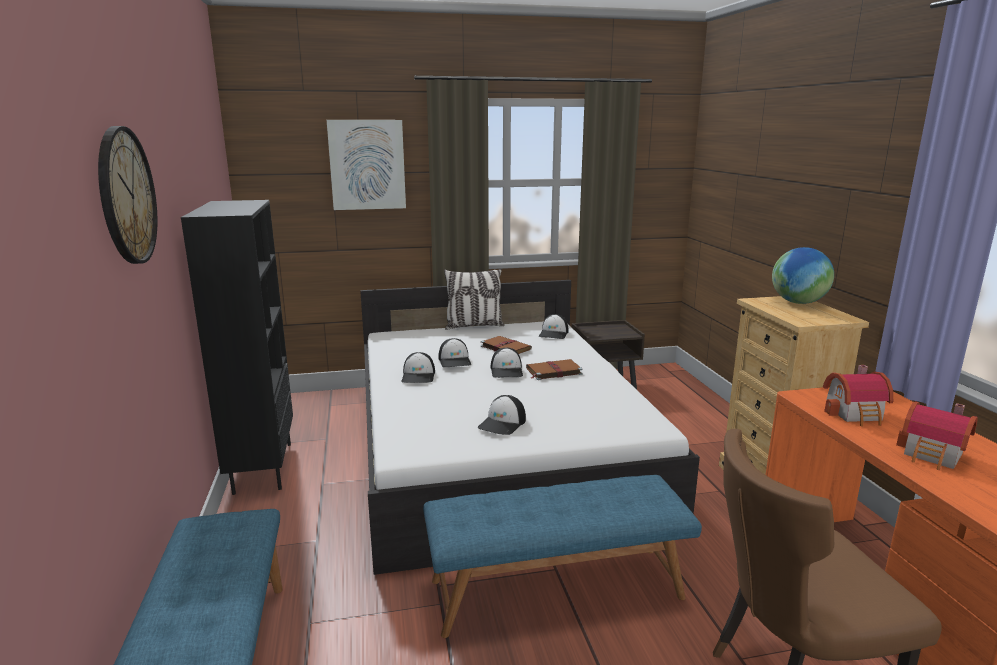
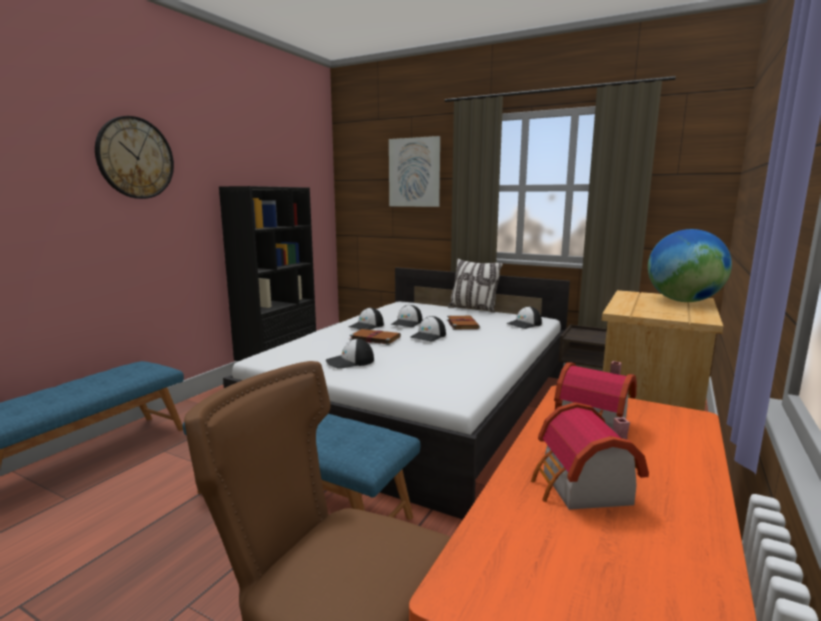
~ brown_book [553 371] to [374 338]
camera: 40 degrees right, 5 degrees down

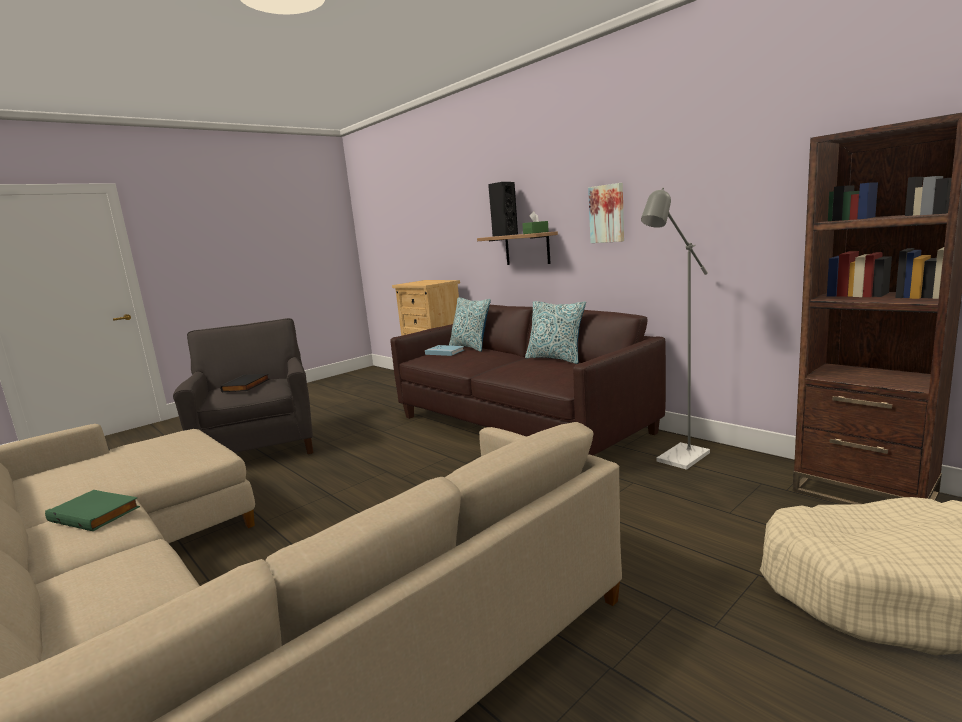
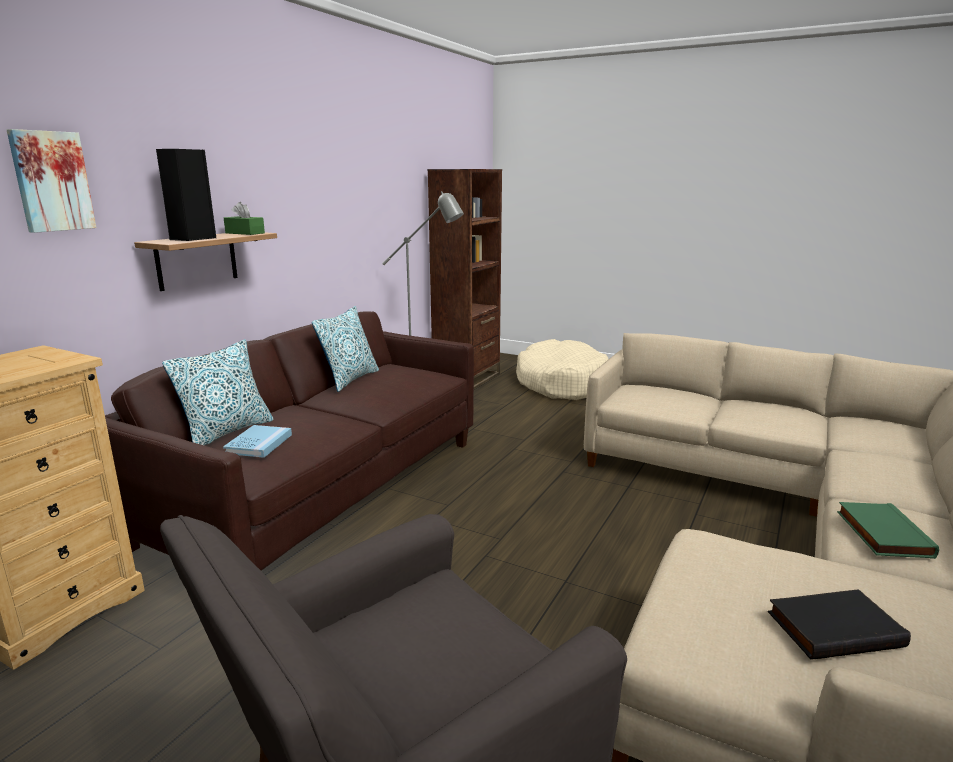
~ black_book [247 385] to [833 627]
~ picture [607 213] to [51 181]
camera: 110 degrees left, 5 degrees up

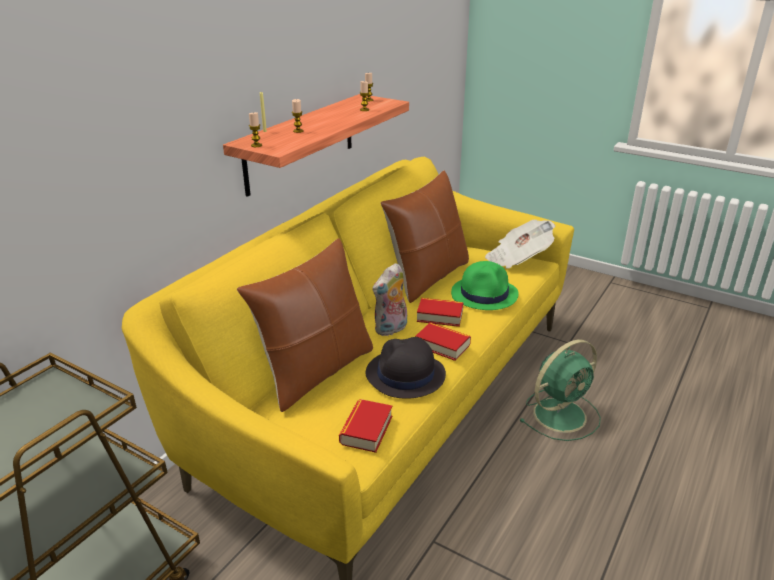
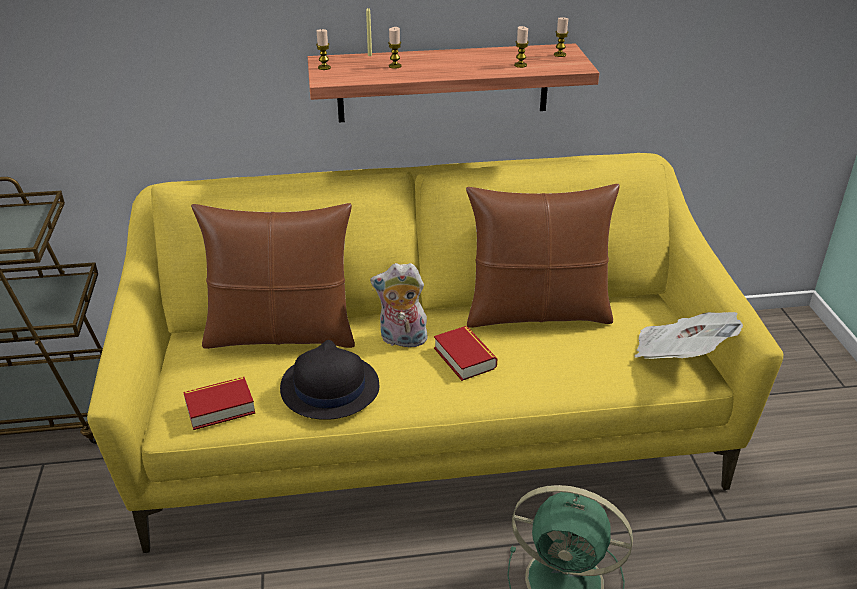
- book [442 345]
- green_hat [485 294]
camera: 50 degrees right, 5 degrees up

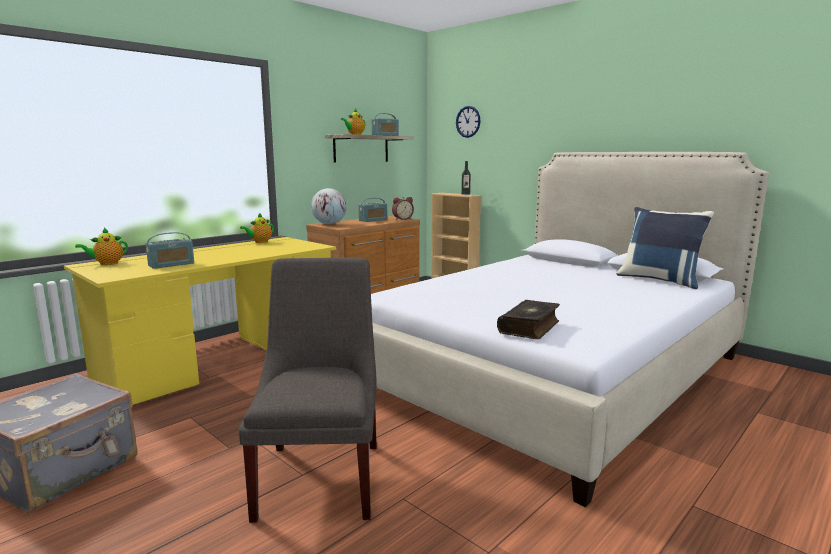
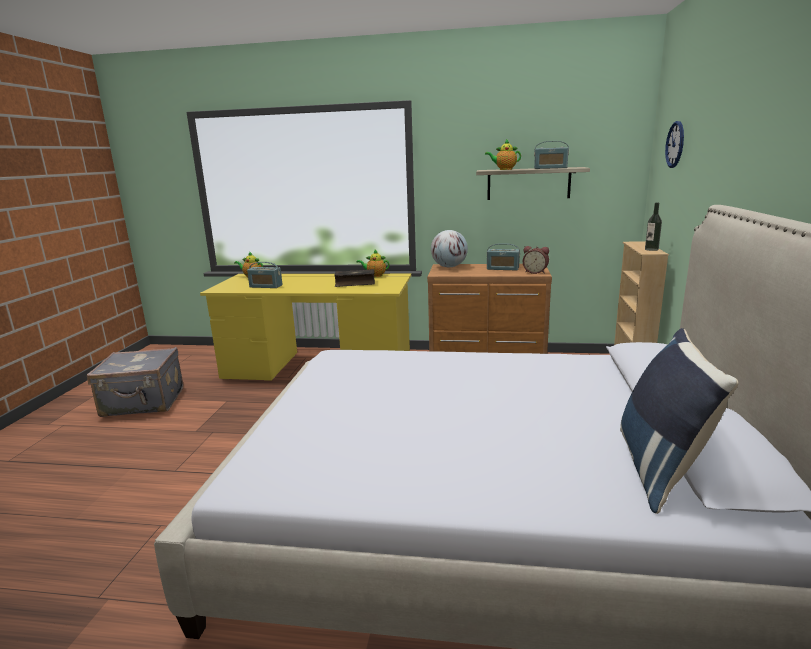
- grey_chair [322 475]
~ book [530 327] to [355 283]
camera: 55 degrees right, 5 degrees up

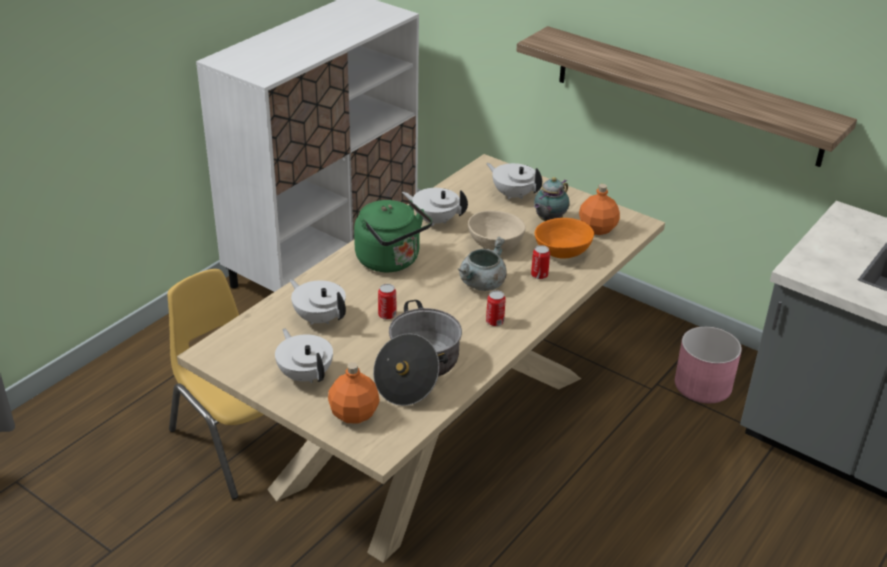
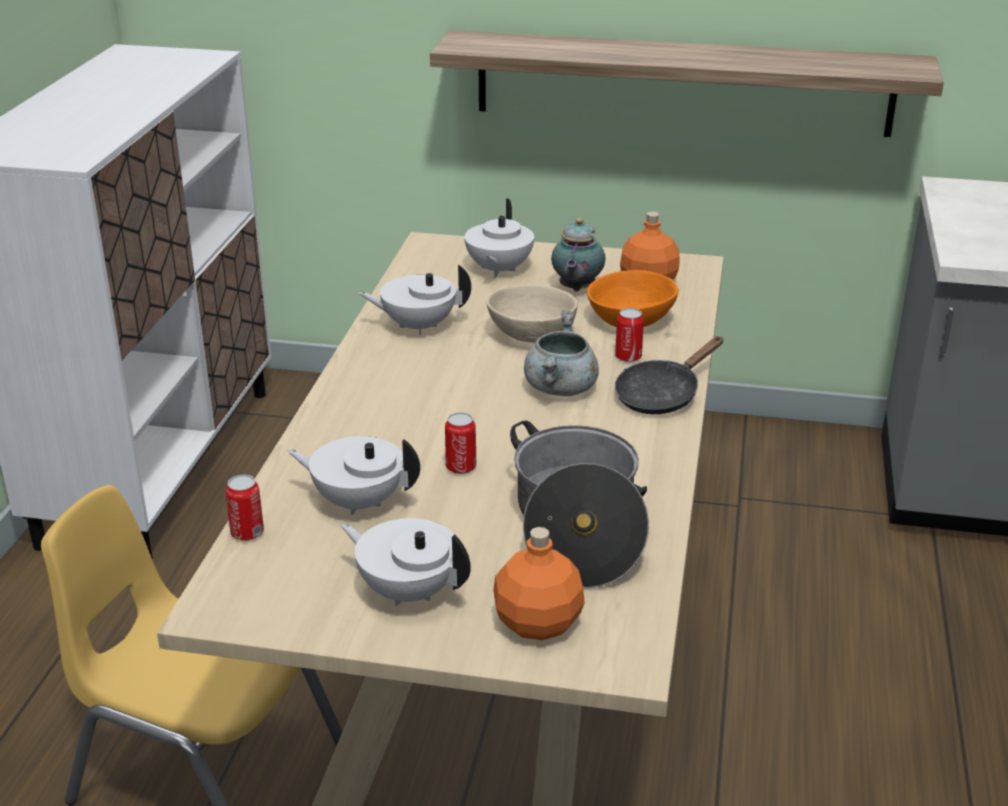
- green_kettle [391 261]
~ white_teapot [513 194] = [498 270] 90 degrees counterclockwise
~ can [495 322] to [247 533]
- pink_planter [703 384]
+ black_frying_pan [662 395]
camera: 25 degrees left, 5 degrees down

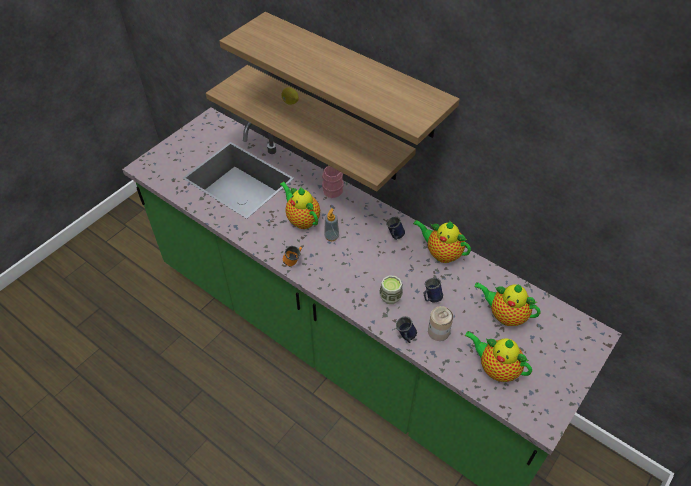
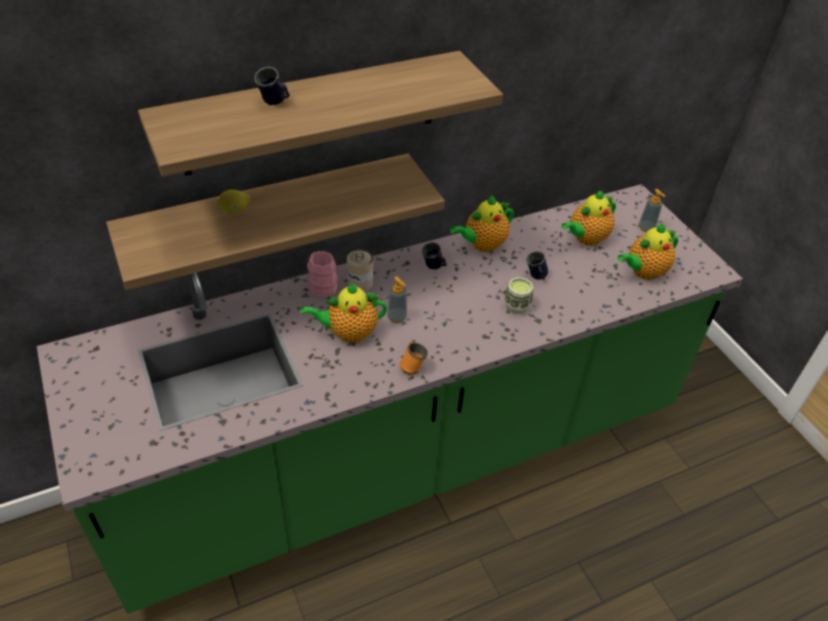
~ blue_mug [405 337] to [275 103]
~ can [438 331] to [360 283]
+ soap_dispenser [646 228]
camera: 65 degrees left, 5 degrees down

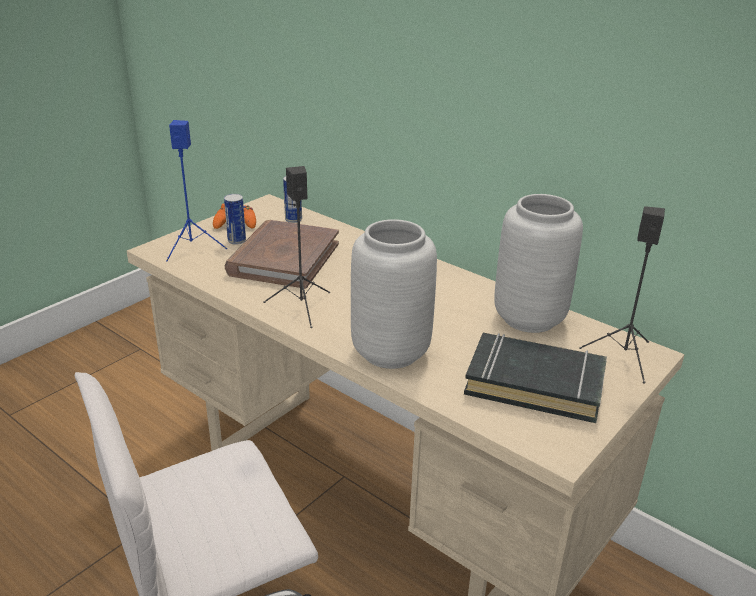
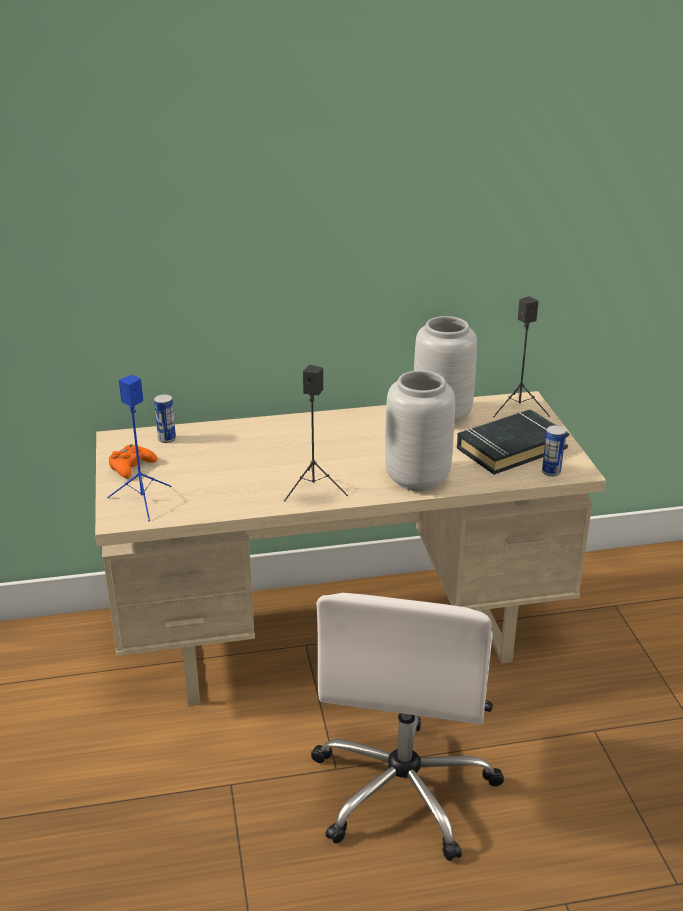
~ can [237 240] to [551 472]
- brown_book [284 258]
camera: 50 degrees left, 0 degrees up

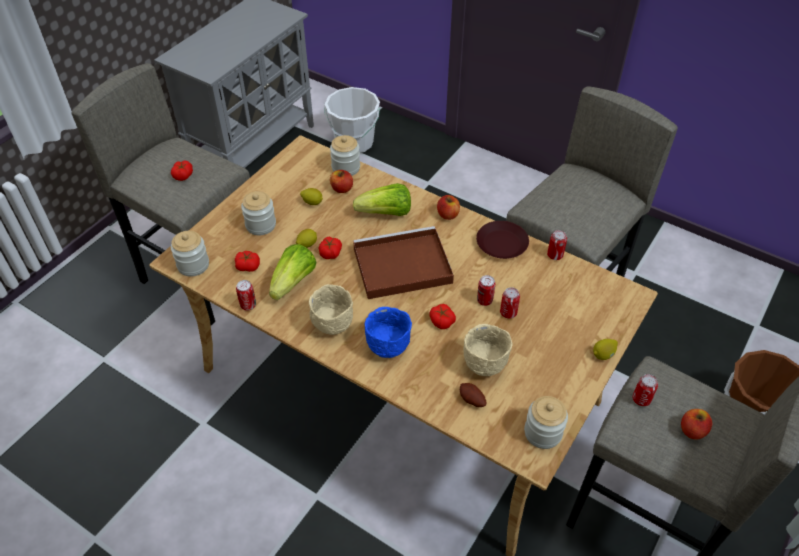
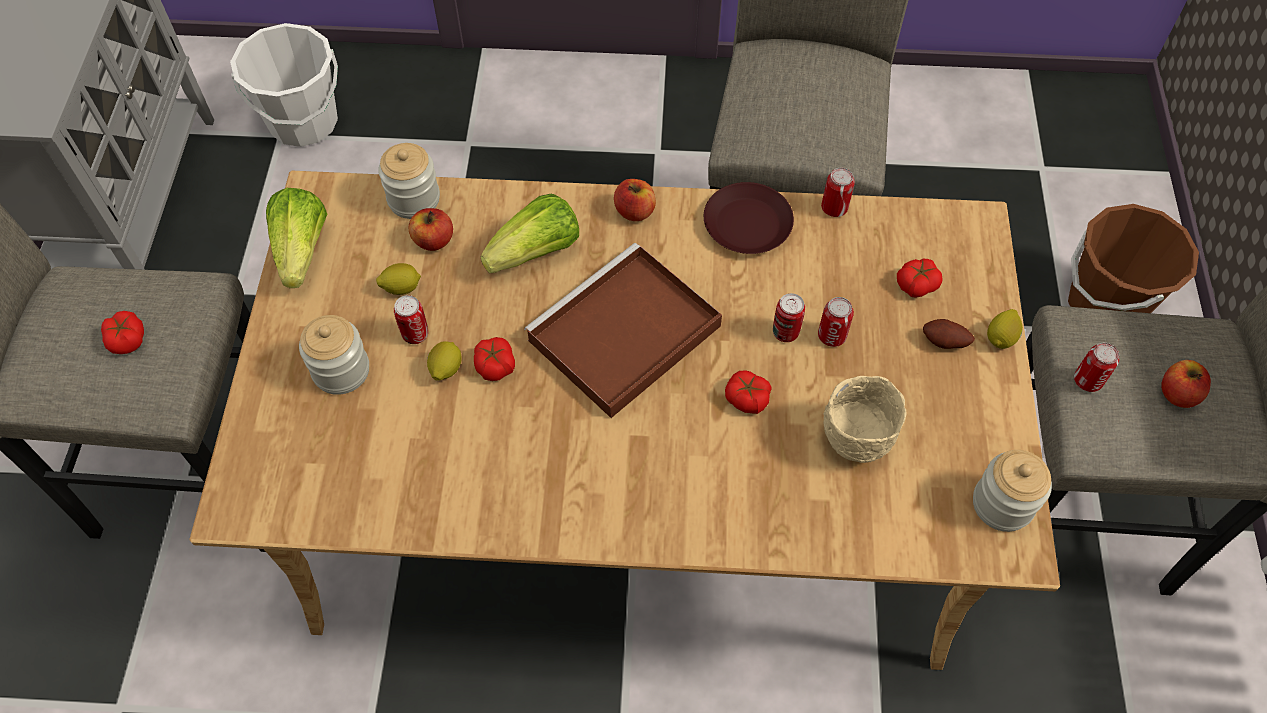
- jar [193 265]
~ tomato [248 266] to [916 284]
~ can [248 305] to [415 334]
~ lettuce [293 282] to [302 251]
- beige_bowl [332 326]
- blue_bowl [387 347]
~ potato [471 400] to [944 343]
camera: 30 degrees left, 10 degrees up

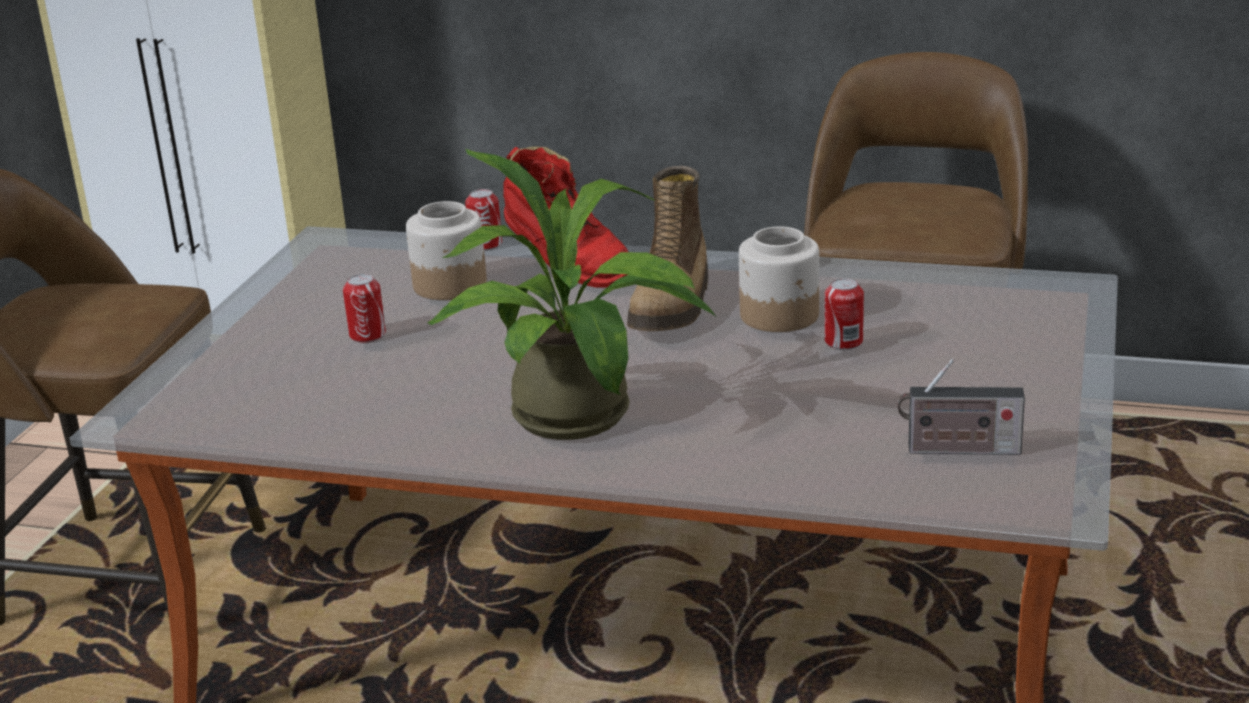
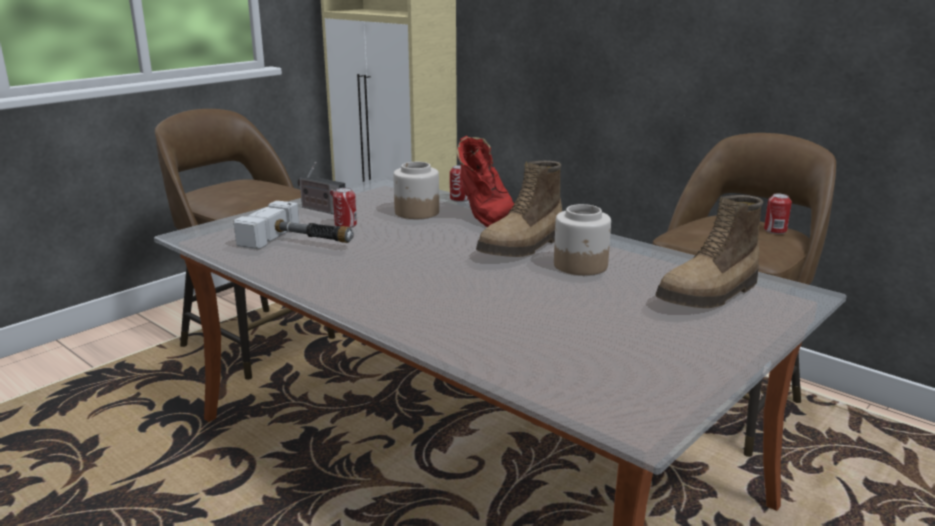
- potted_plant [580 422]
~ can [843 342] to [775 230]
~ radio [958 450] to [321 210]
+ hammer [302 241]
+ boot [710 294]
camera: 25 degrees right, 5 degrees down

